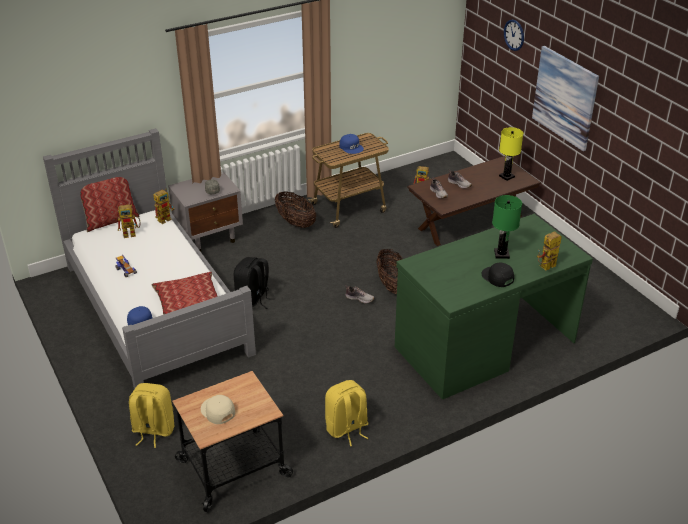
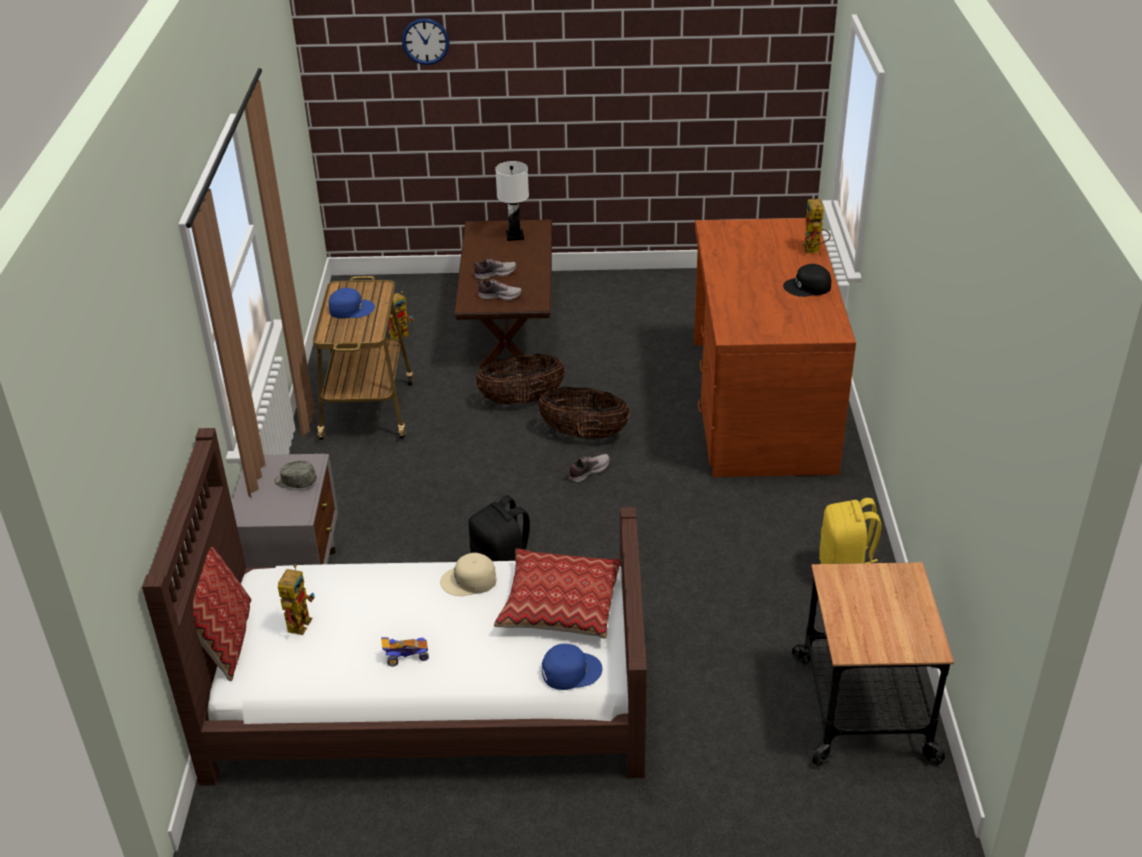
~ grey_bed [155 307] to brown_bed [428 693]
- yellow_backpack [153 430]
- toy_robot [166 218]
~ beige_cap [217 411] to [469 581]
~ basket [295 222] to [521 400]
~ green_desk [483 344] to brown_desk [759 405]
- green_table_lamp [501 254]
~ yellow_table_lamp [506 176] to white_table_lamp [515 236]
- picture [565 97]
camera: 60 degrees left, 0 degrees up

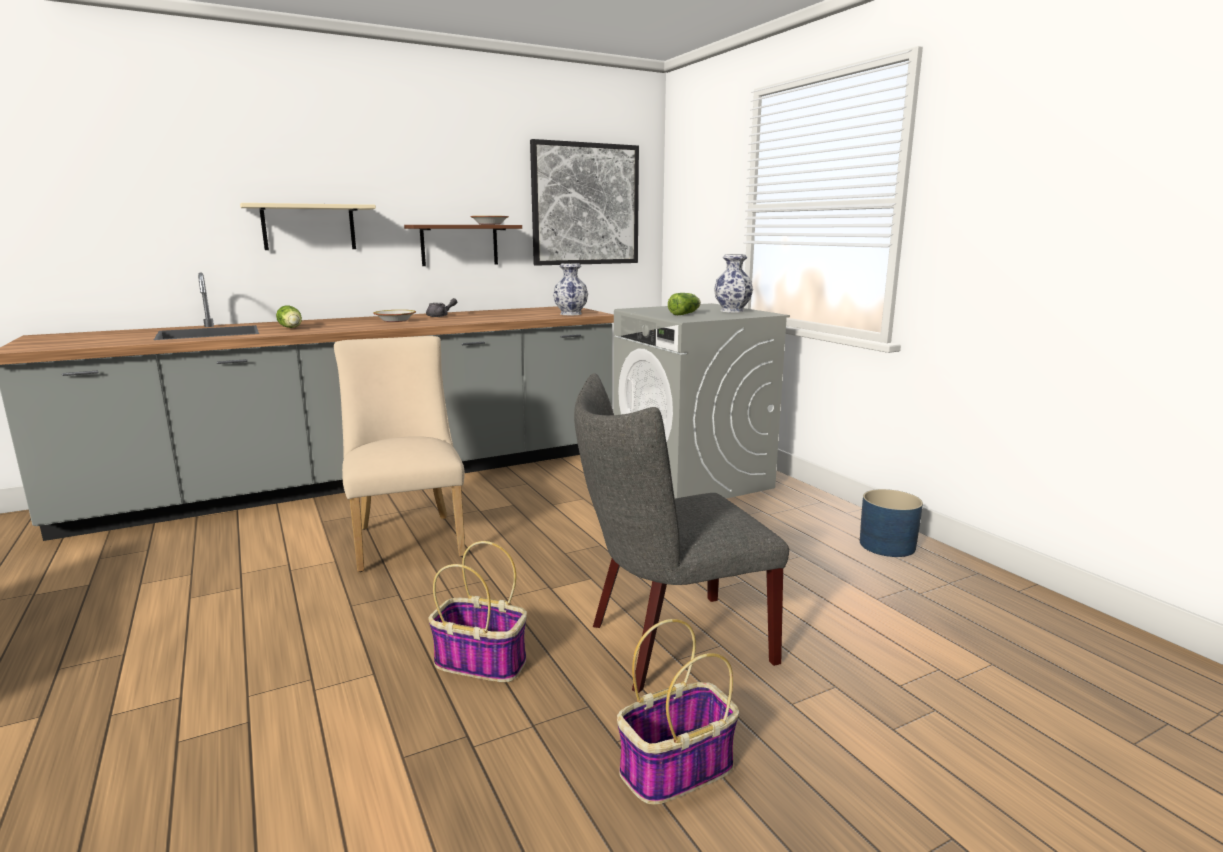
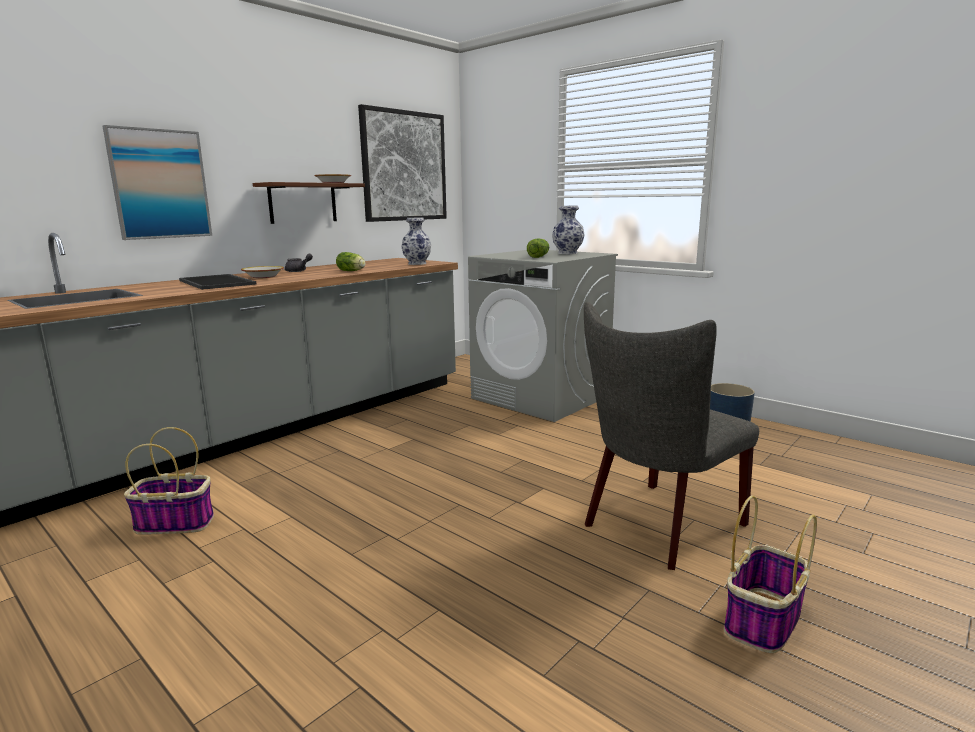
~ beige_shelf [309 227] to picture [160 184]
~ lettuce [291 328] to [352 271]
- beige_chair [407 538]
~ basket [482 662] to [176 523]
+ tray [218 282]
camera: 20 degrees left, 0 degrees up

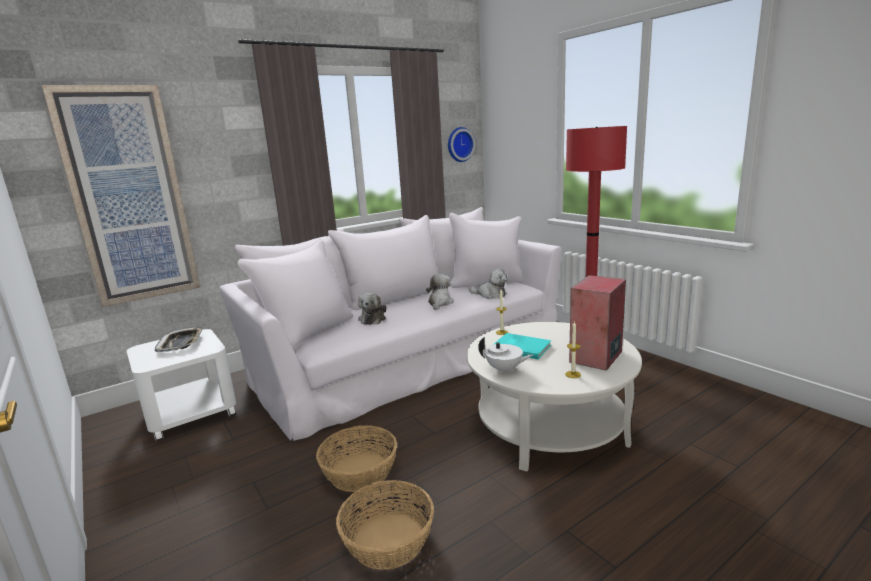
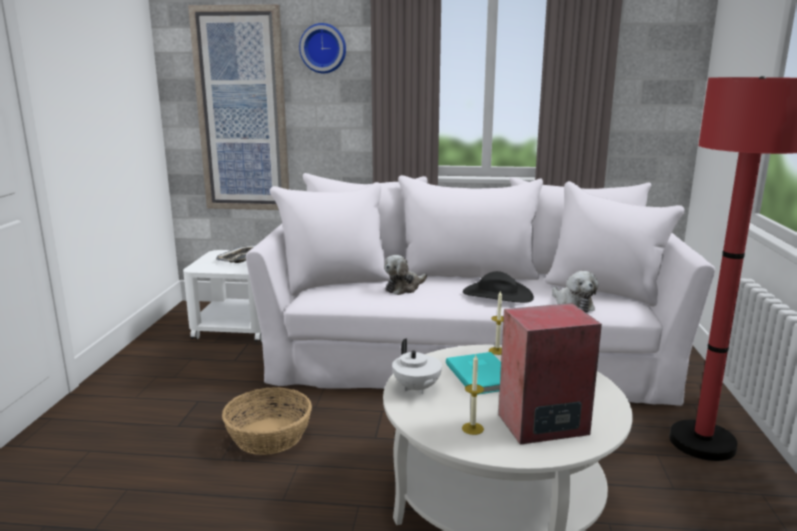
- basket [387 540]
~ plush_toy [440 303] to black_hat [497 295]
~ wall_clock [459 144] to [323 48]
camera: 40 degrees right, 0 degrees up

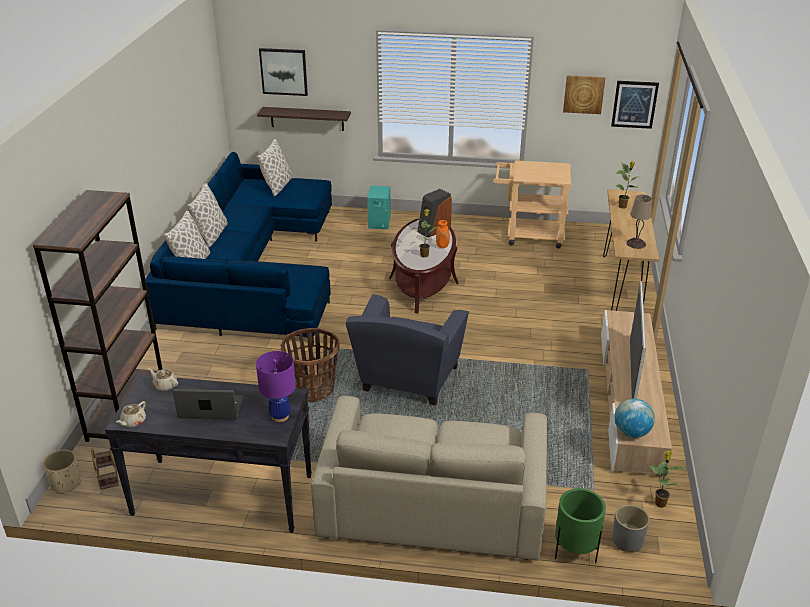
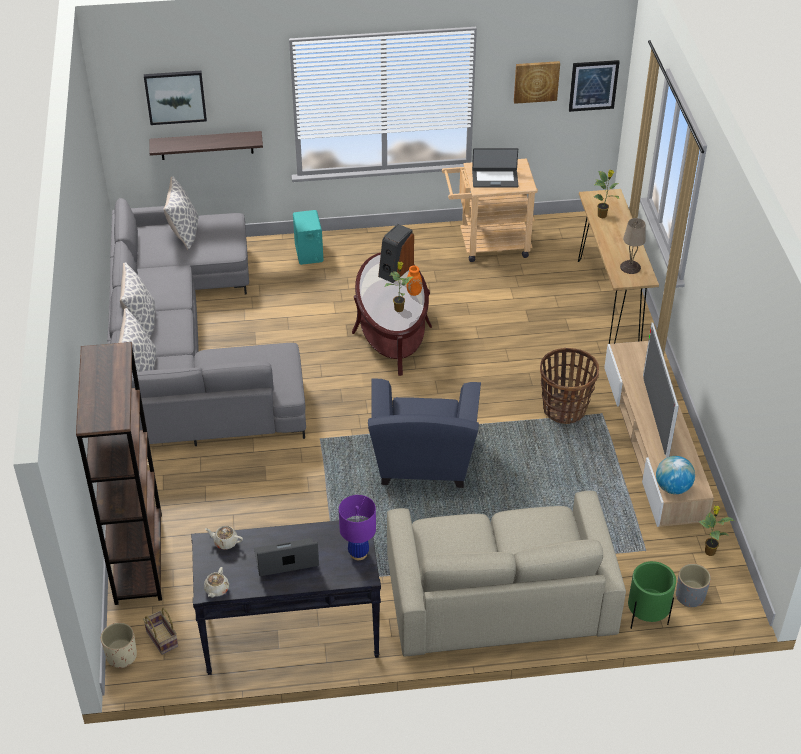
~ blue_sofa [250 270] to grey_sofa [187 350]
~ basket [313 389] to [564 409]
+ laptop [495 179]
camera: 15 degrees left, 10 degrees up

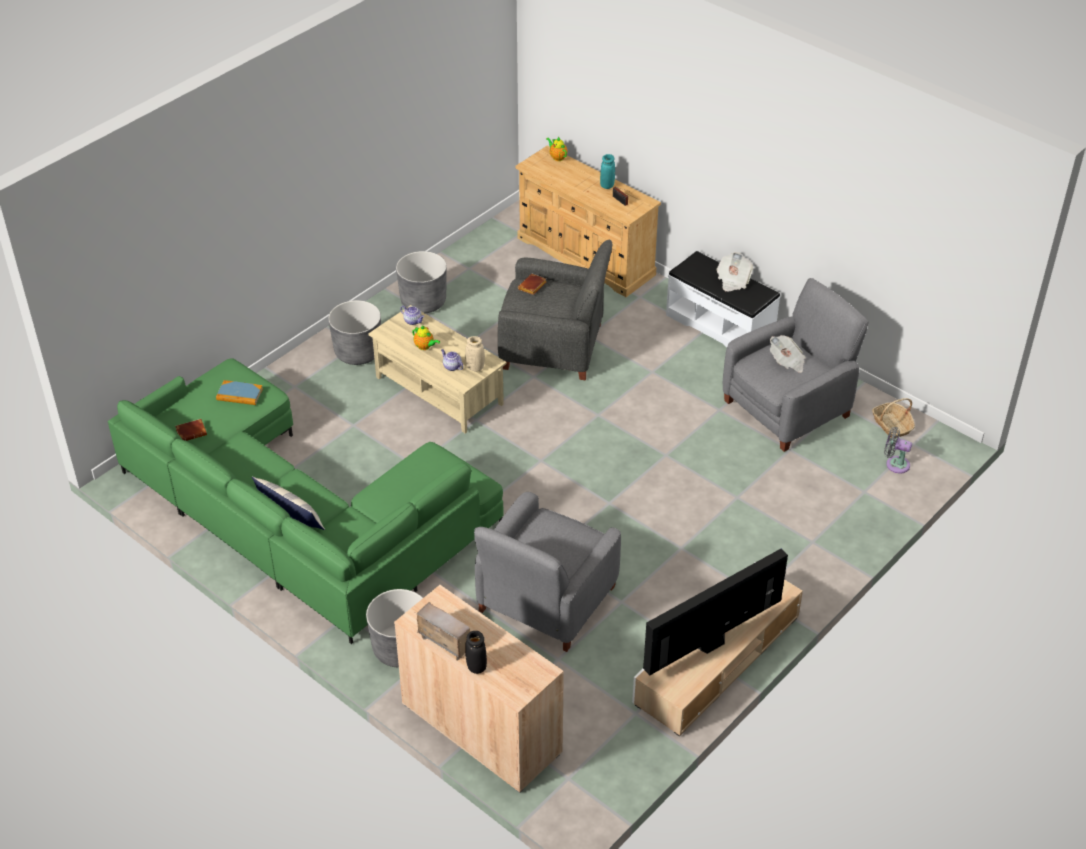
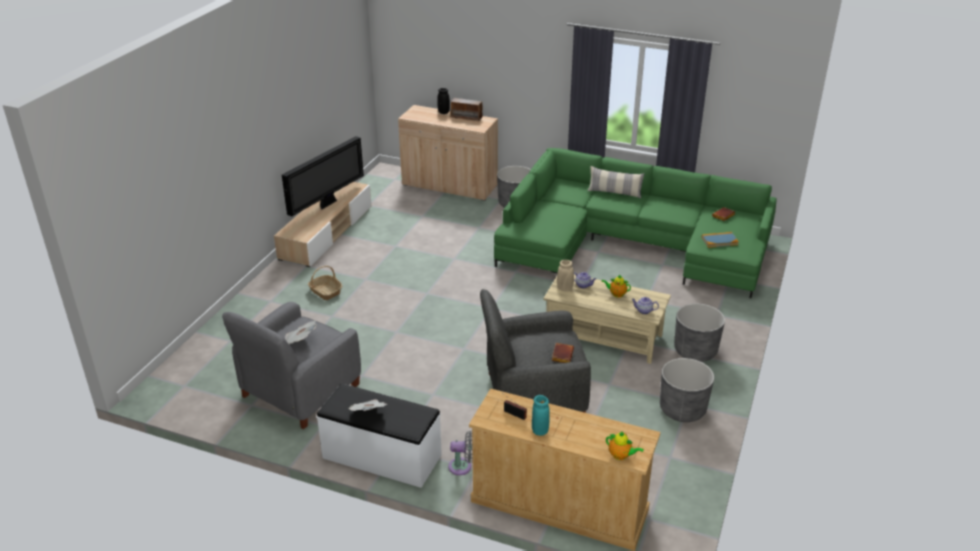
- grey_armchair [545 600]
~ basket [892 425] to [325 291]
~ grey_fan [895 464] to [462 467]
camera: 160 degrees right, 10 degrees down

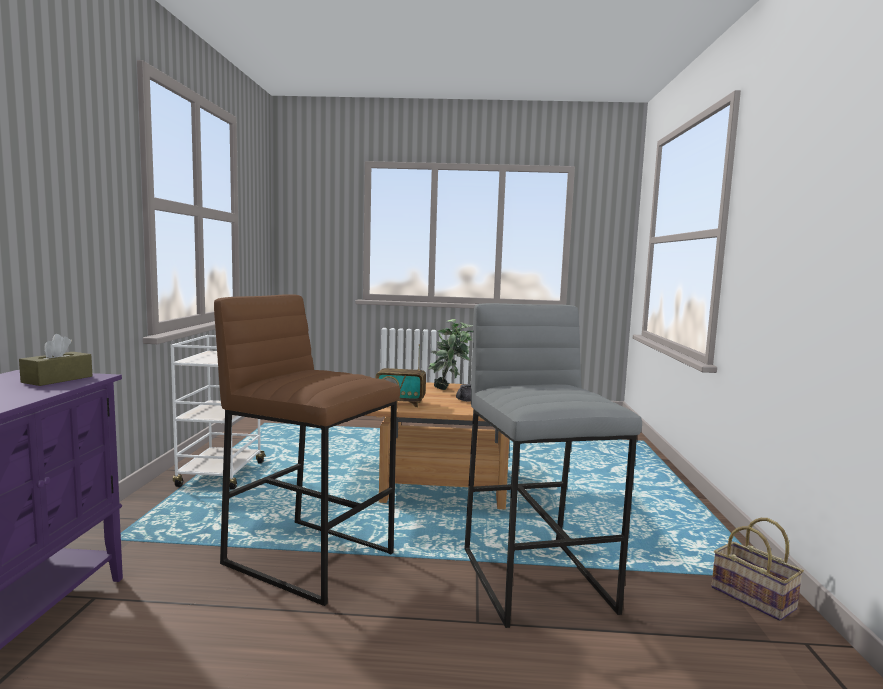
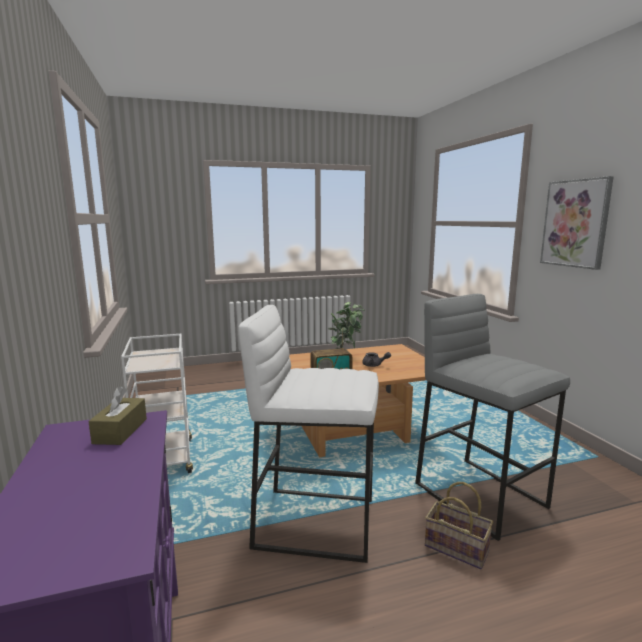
~ brown_stool [310 558] to white_stool [315 522]
~ basket [755 598] to [458 548]
+ picture [575 223]
camera: 20 degrees left, 5 degrees up

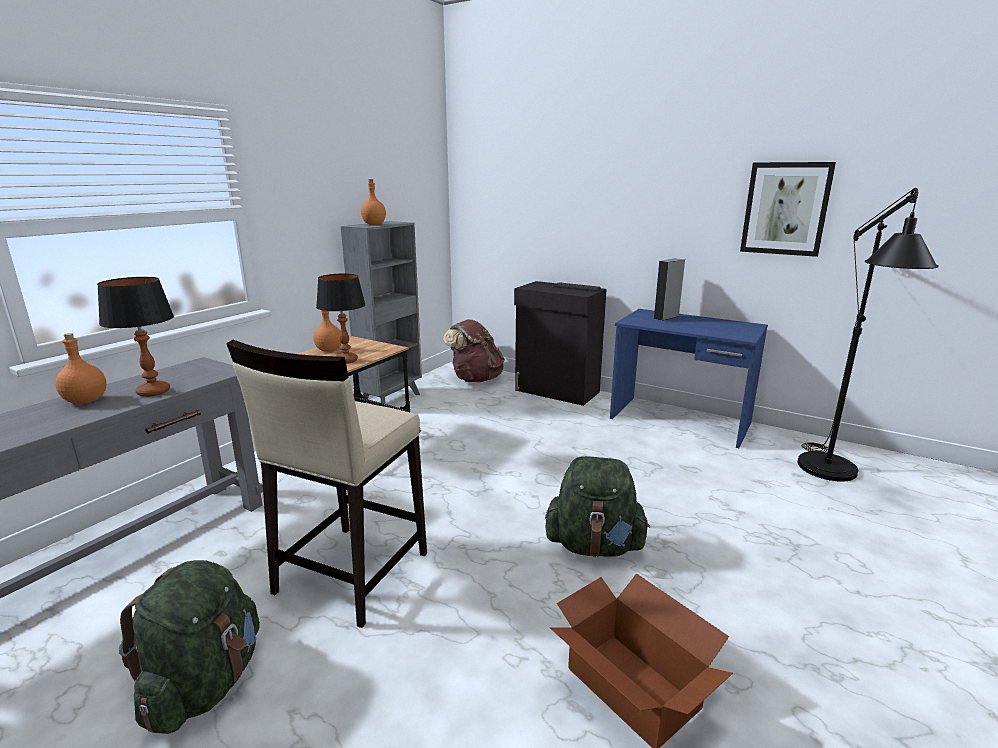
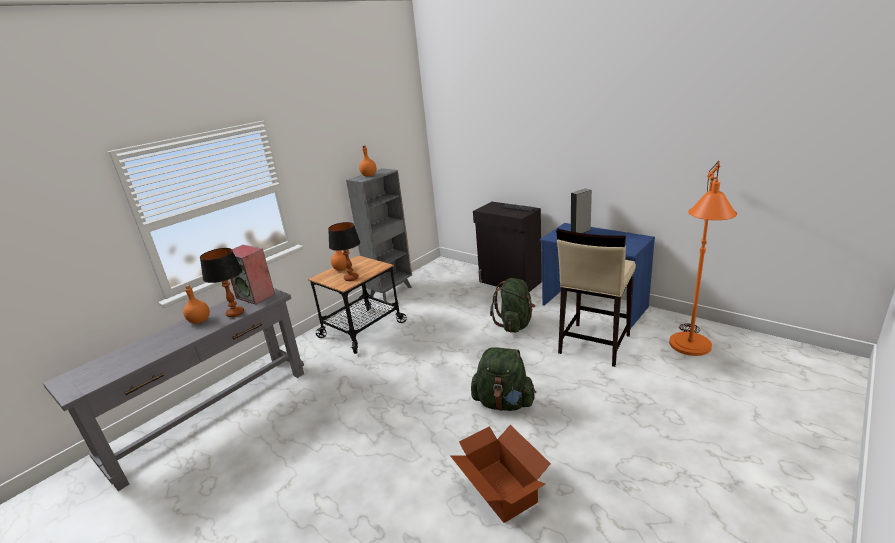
~ green_backpack [205 684] to [515 324]
~ beige_stool [350 573] to [593 344]
- brown_backpack [475 379]
- picture [785 209]
~ black_floor_lamp [830 475] to orange_floor_lamp [690 351]
+ speaker [256 296]
camera: 10 degrees right, 5 degrees up

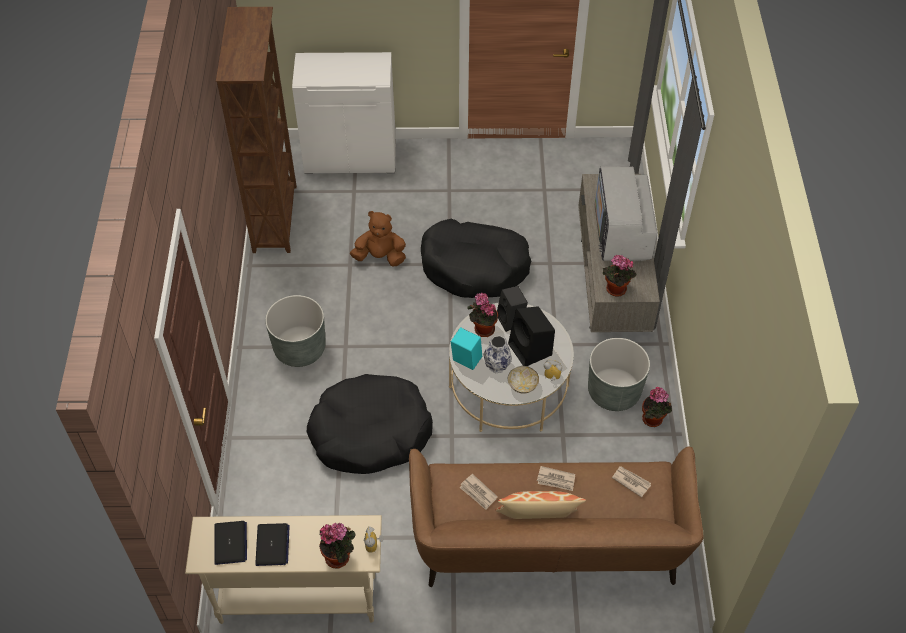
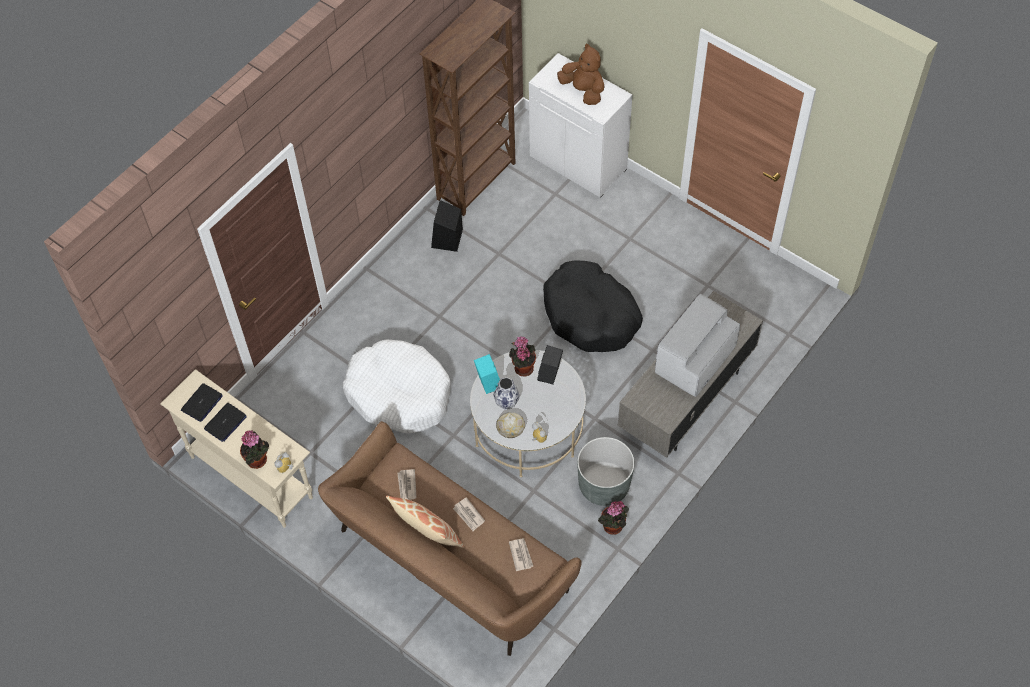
- grey_planter [300 348]
~ black_dog_bed [370 432] to white_dog_bed [399 393]
~ brown_plush_toy [380 257] to [583 91]
~ black_speaker [531 350] to [447 239]
- potted_plant [615 290]
camera: 40 degrees right, 5 degrees up

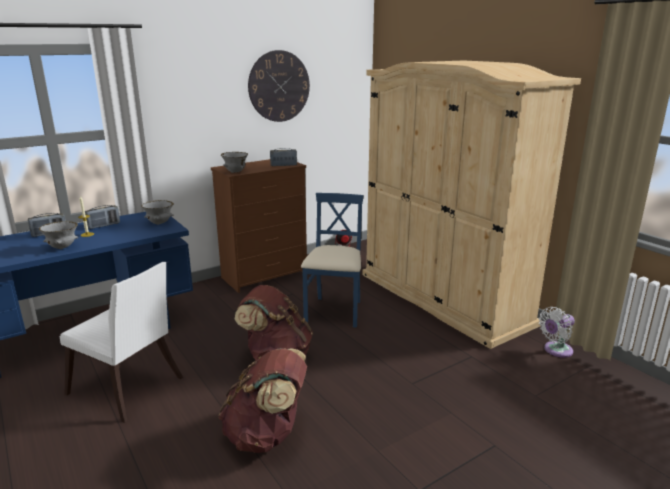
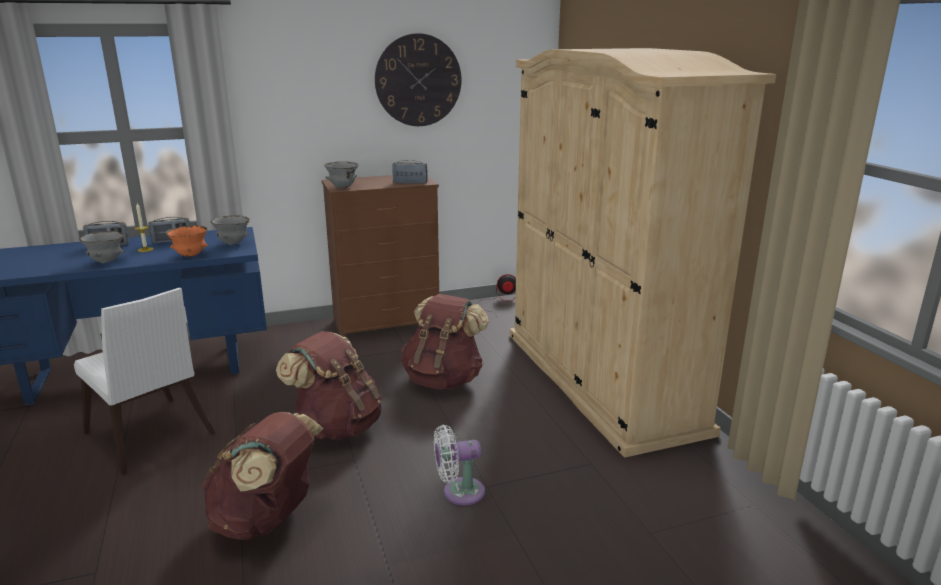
~ blue_chair [334 312] to brown_backpack [444 379]
~ white_fan [556 350] to [459 492]
+ orange_bowl [190 255]
camera: 15 degrees right, 0 degrees up

